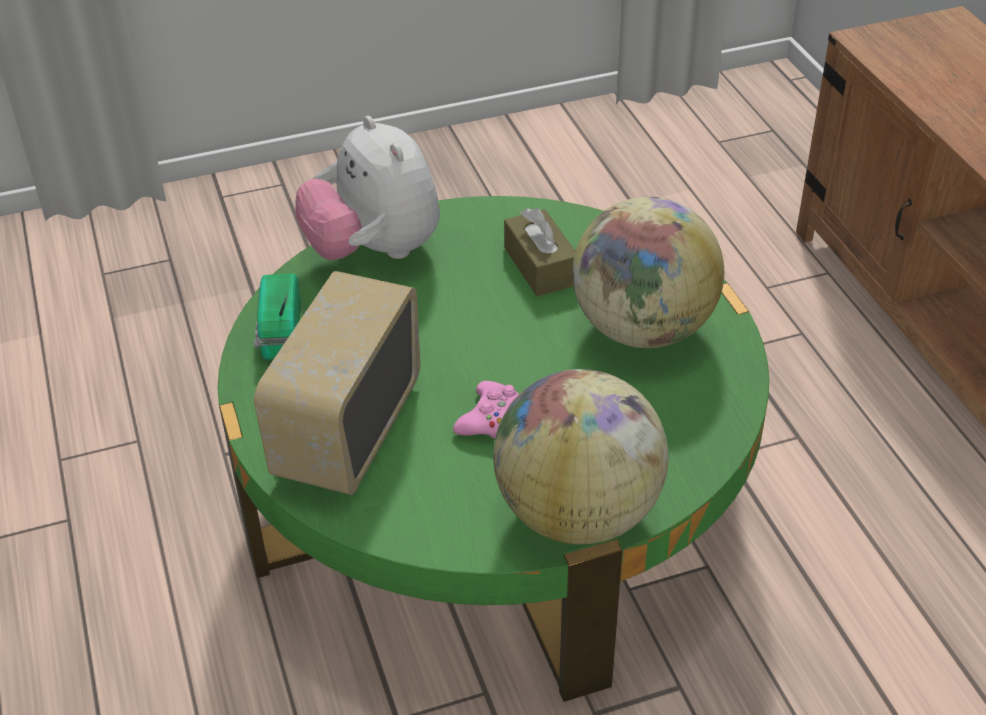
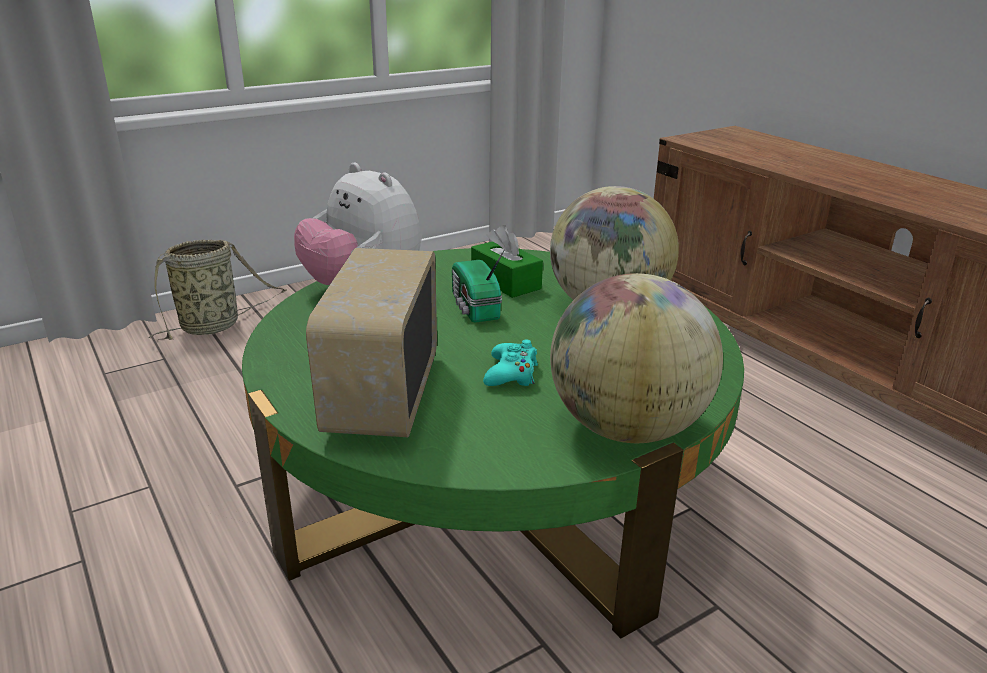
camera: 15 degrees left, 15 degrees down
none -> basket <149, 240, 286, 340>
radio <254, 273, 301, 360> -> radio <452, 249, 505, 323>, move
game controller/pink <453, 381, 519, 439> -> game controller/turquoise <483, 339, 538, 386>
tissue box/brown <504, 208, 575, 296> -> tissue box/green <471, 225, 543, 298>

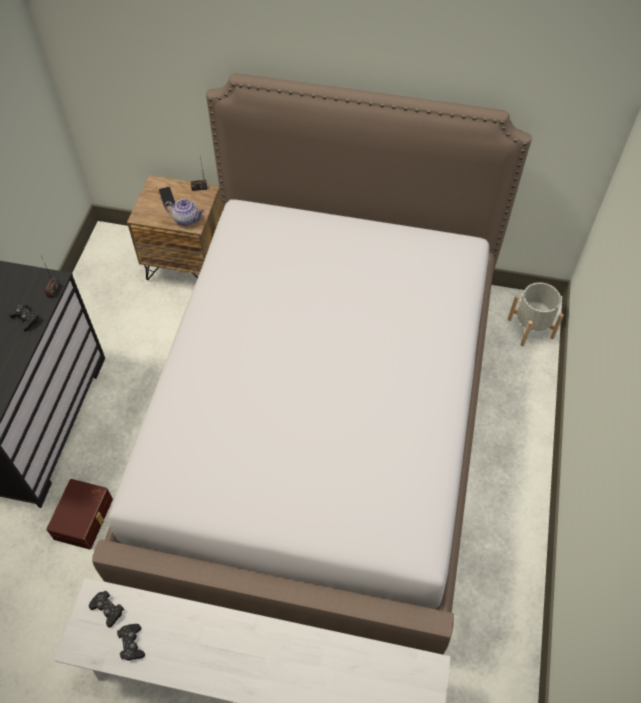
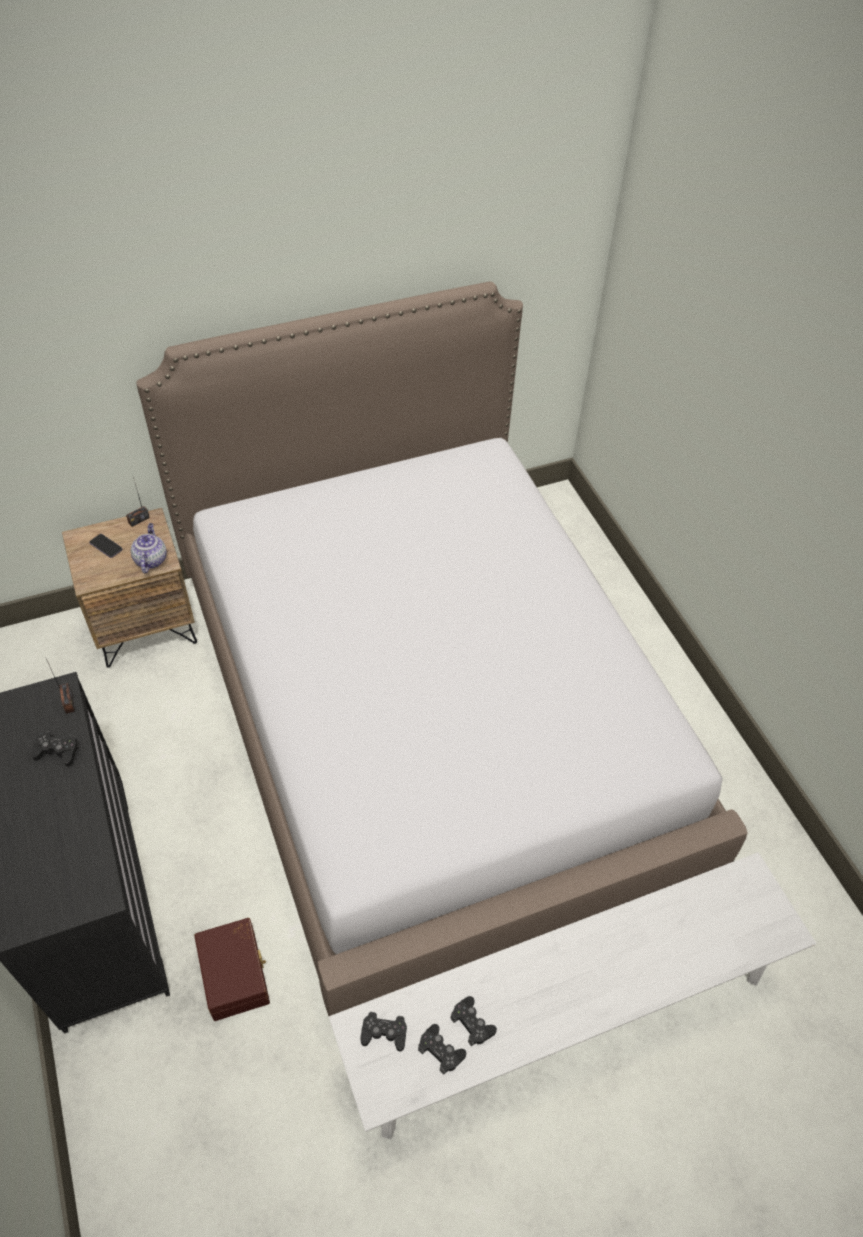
camera: 35 degrees left, 5 degrees down
planter/grey <508, 282, 564, 346> -> none
none -> game controller/black <450, 996, 497, 1047>
teapot <164, 199, 204, 226> -> teapot <130, 523, 167, 573>, 75 degrees counterclockwise

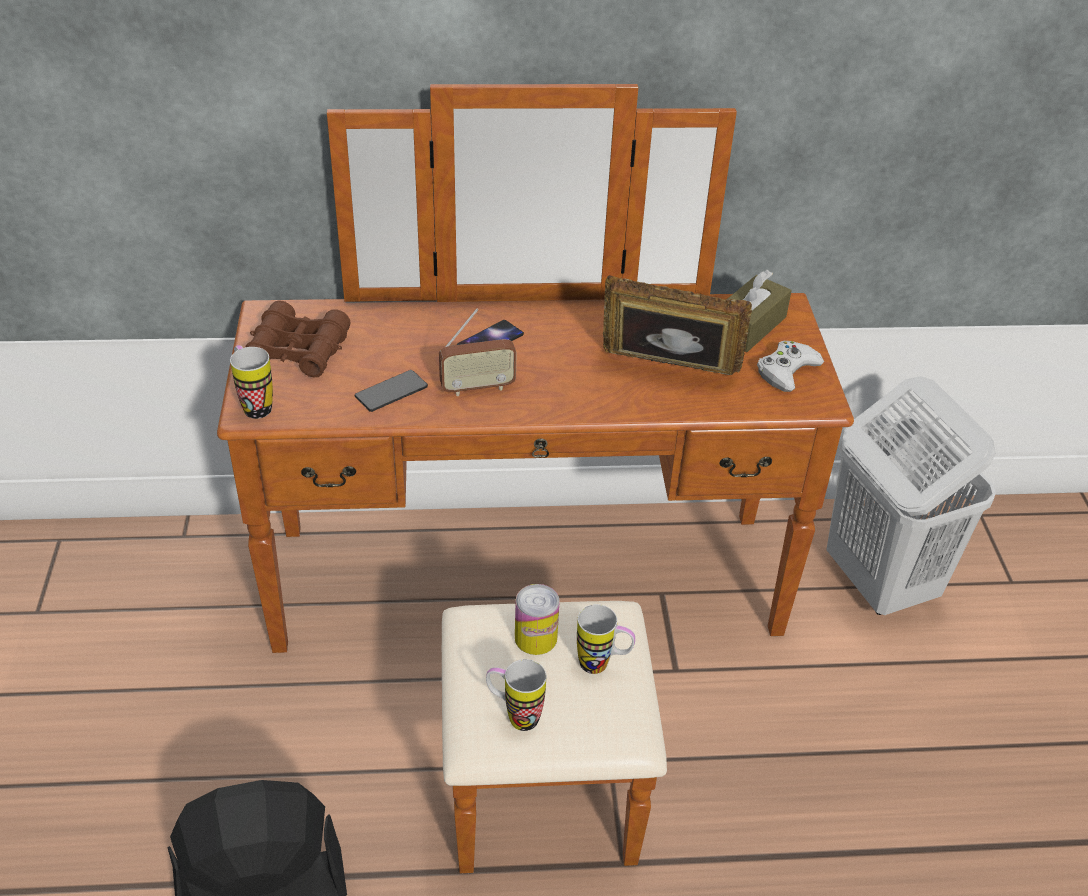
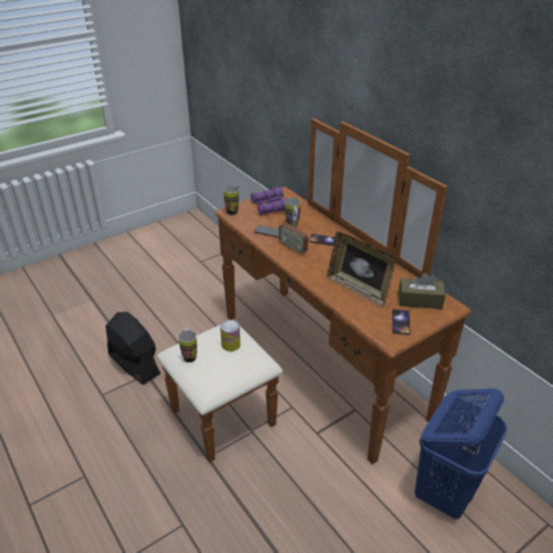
camera: 60 degrees right, 5 degrees down
mug <577, 604, 635, 674> -> mug <285, 198, 301, 227>, move
game controller/white <757, 341, 824, 392> -> phone <392, 309, 410, 335>
binoculars/brown <246, 301, 351, 377> -> binoculars/purple <251, 187, 288, 215>
laundry basket/white <826, 376, 996, 615> -> laundry basket/blue <415, 388, 507, 519>
picture frame <603, 275, 752, 375> -> picture frame <327, 232, 395, 308>, 150 degrees clockwise

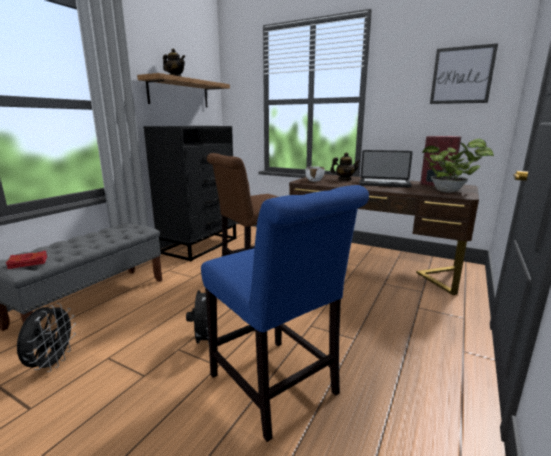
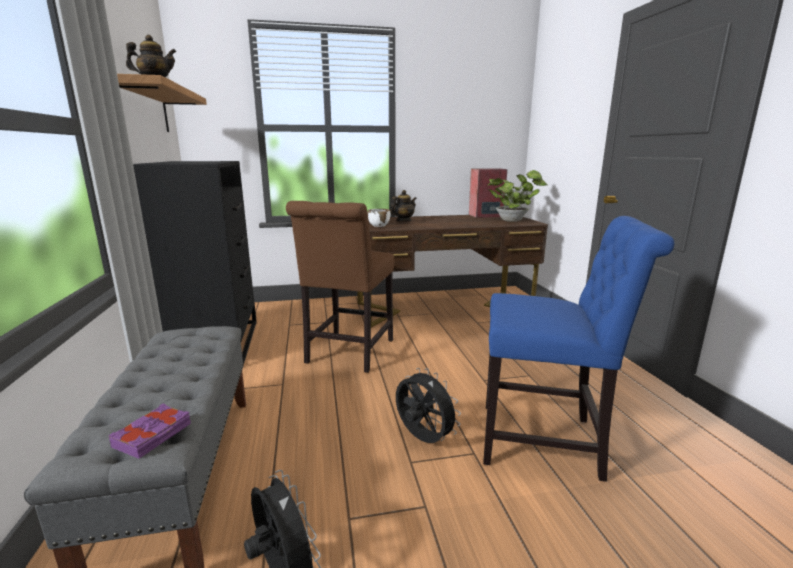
camera: 40 degrees left, 0 degrees up
laptop <359, 150, 413, 188> -> none
picture <430, 43, 498, 104> -> none
book/red <6, 251, 47, 269> -> book/purple <108, 404, 191, 459>

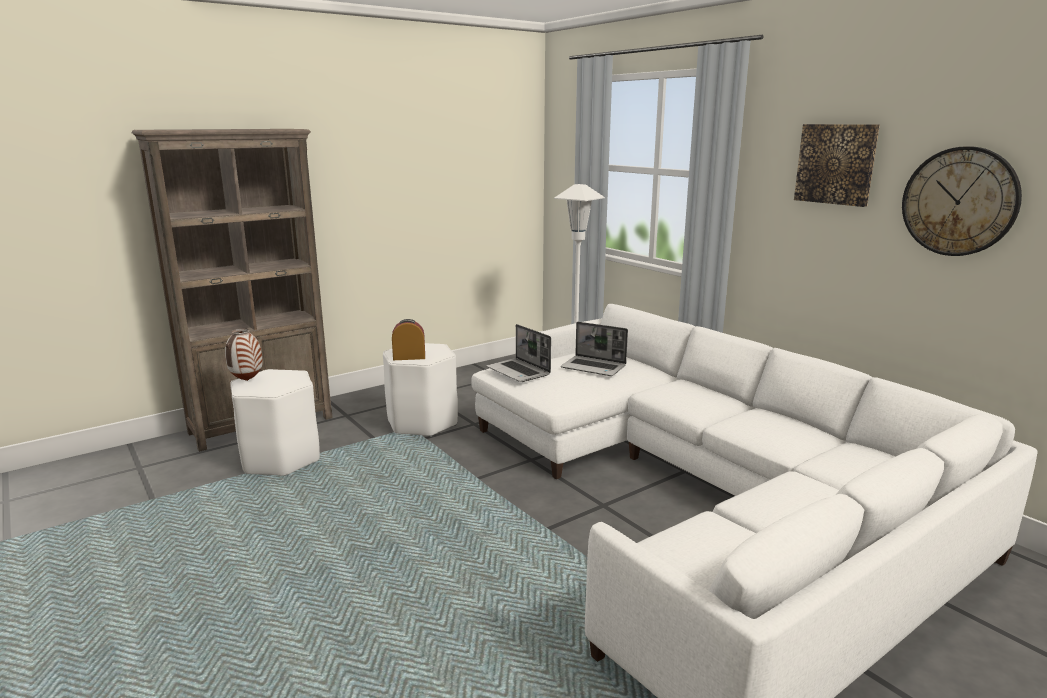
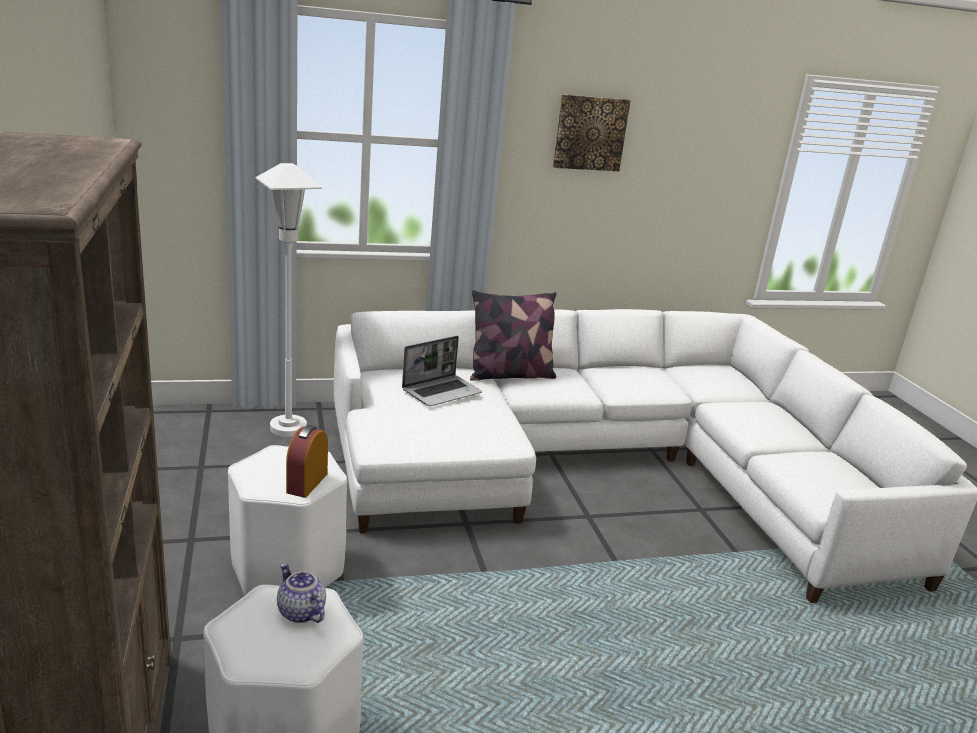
camera: 70 degrees left, 5 degrees up
vase <225, 329, 263, 381> -> none
laptop <487, 324, 551, 382> -> none
wall clock <902, 146, 1022, 256> -> none
none -> teapot <277, 563, 326, 623>
none -> pillow <470, 290, 556, 381>

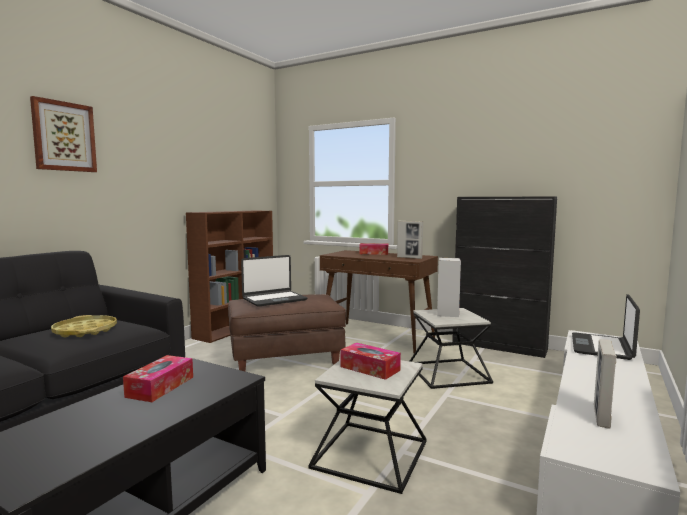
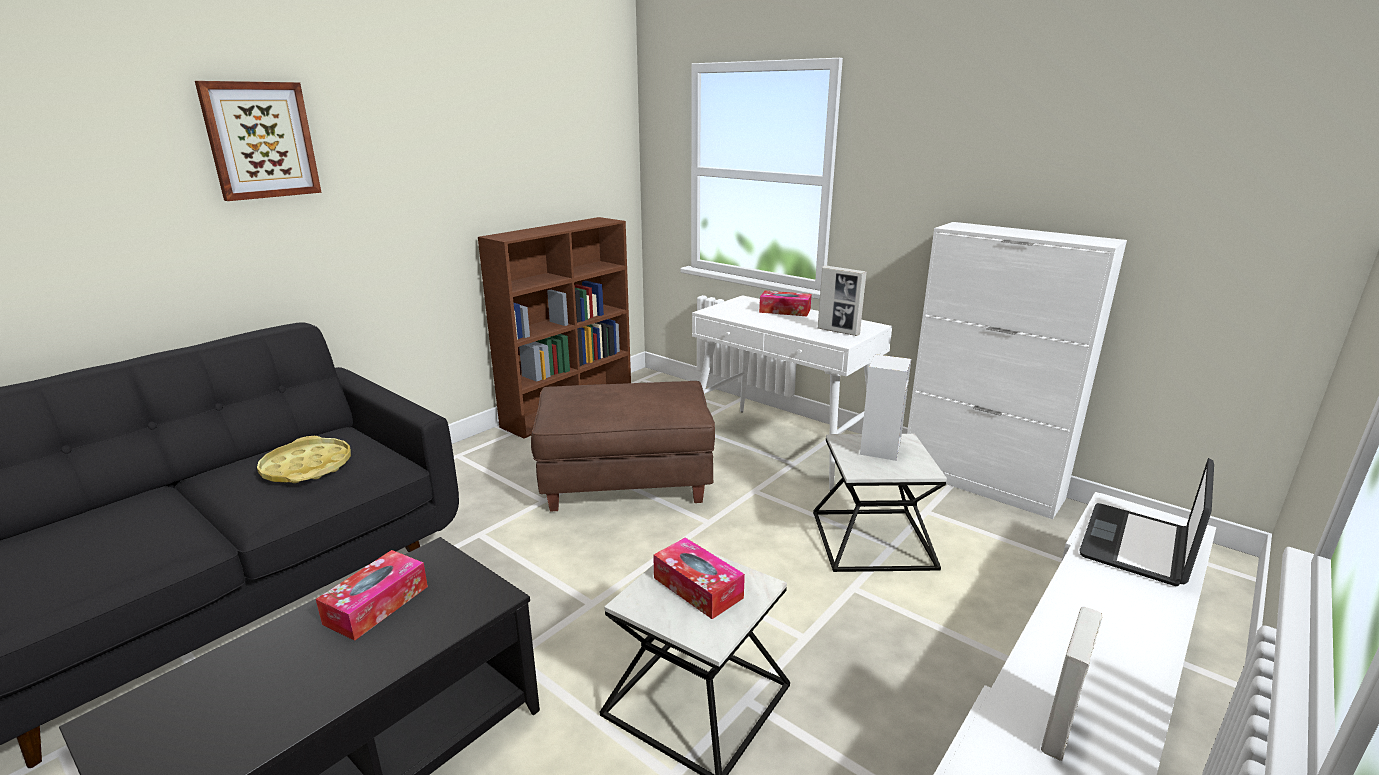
camera: 10 degrees right, 15 degrees up
laptop <241, 255, 307, 307> -> none
console table/brown <320, 250, 438, 353> -> console table/white <692, 295, 892, 490>
cabinet/black <452, 196, 557, 358> -> cabinet/white <907, 222, 1127, 519>

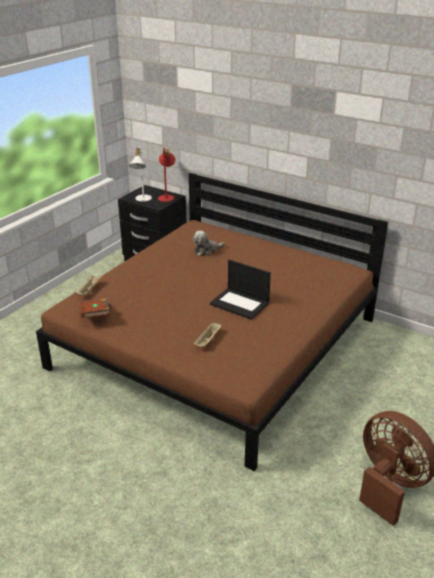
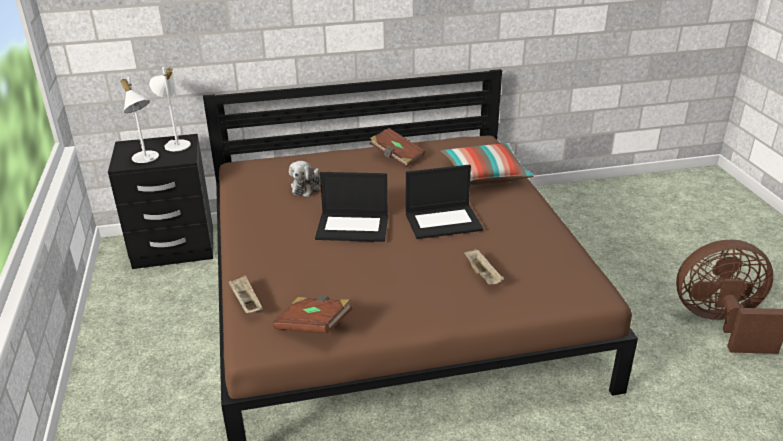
camera: 45 degrees left, 0 degrees up
none -> laptop <315, 172, 388, 242>
none -> book/brown <369, 128, 425, 168>
none -> pillow <440, 143, 534, 185>
table lamp/red <158, 148, 175, 202> -> table lamp/white <149, 67, 191, 151>

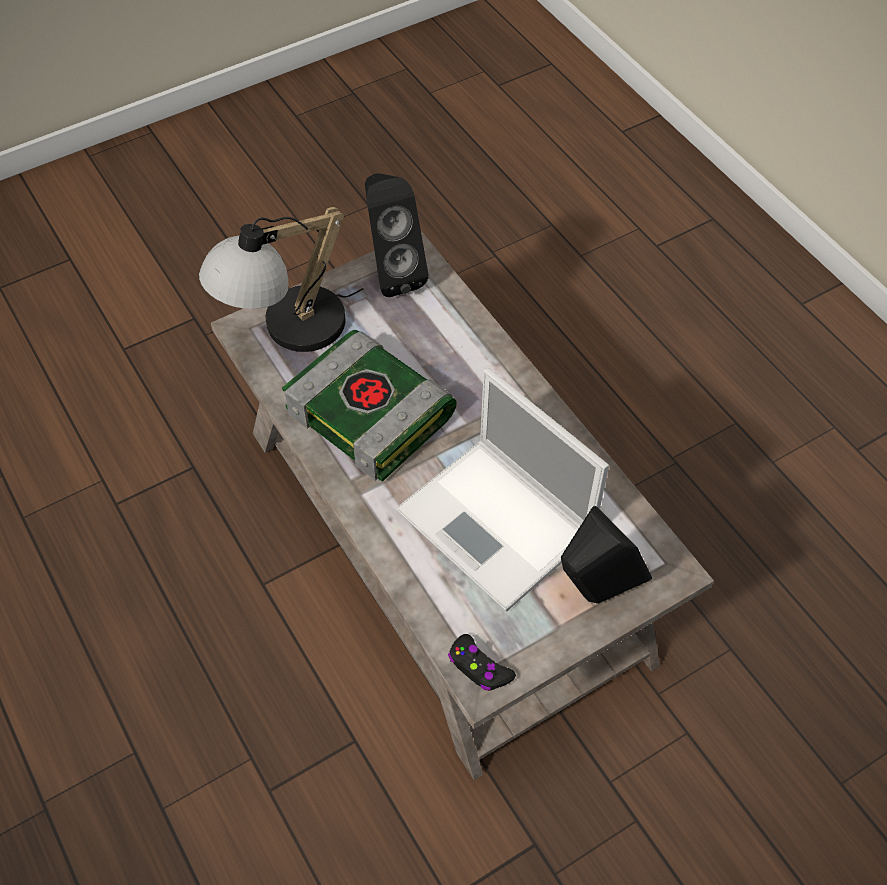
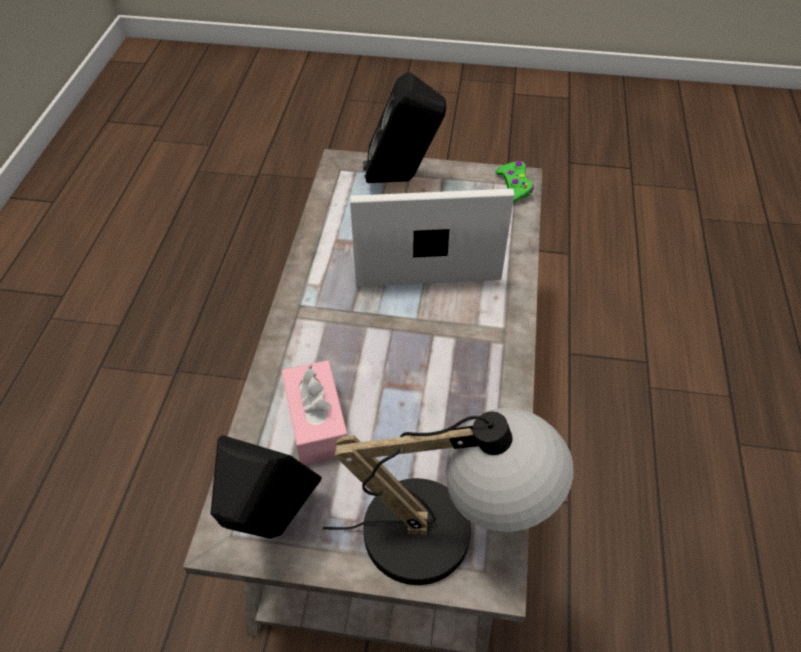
camera: 140 degrees left, 5 degrees down
book <282, 330, 457, 482> -> none
none -> tissue box/pink <282, 360, 348, 465>
game controller/black <448, 634, 516, 691> -> game controller/green <495, 161, 534, 203>
laptop <396, 368, 609, 611> -> laptop <350, 189, 514, 287>, 90 degrees counterclockwise

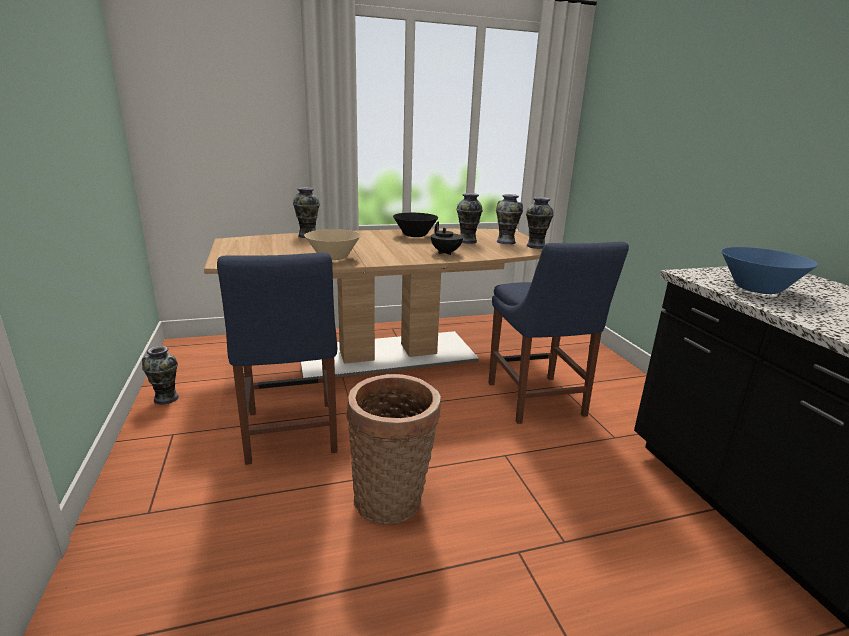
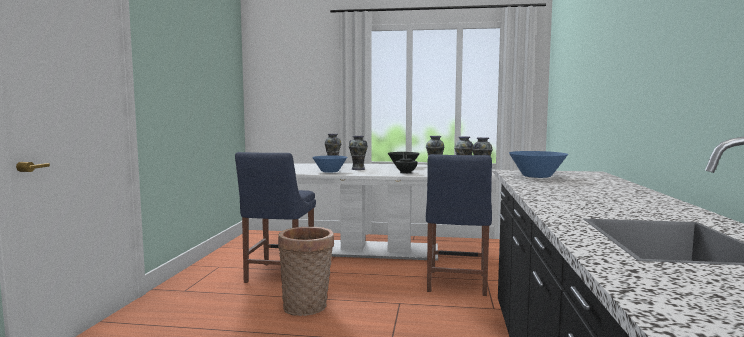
camera: 25 degrees right, 15 degrees down
vase <142, 346, 179, 405> -> vase <349, 136, 368, 170>, move
dining table/brown <204, 229, 542, 378> -> dining table/white <294, 163, 497, 261>
bowl/beige <304, 229, 361, 260> -> bowl/blue <312, 156, 347, 173>

